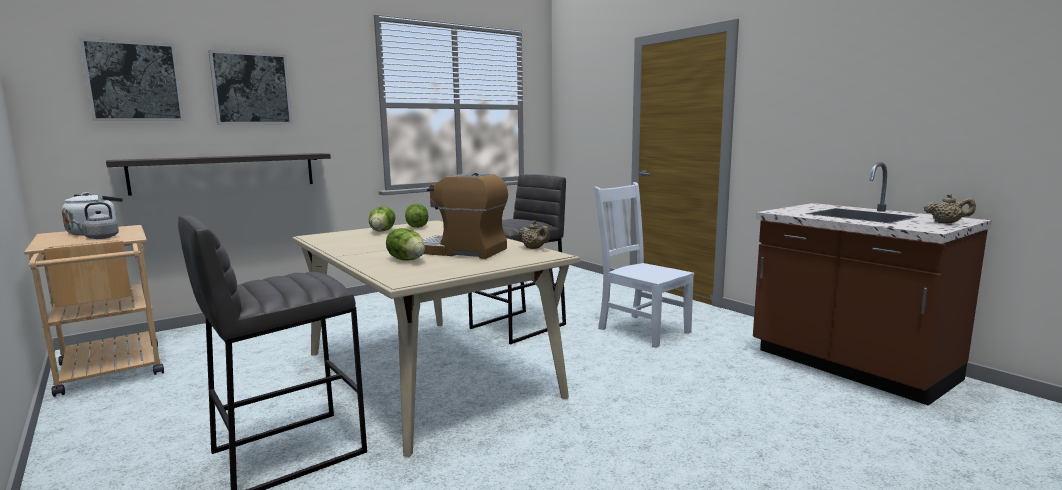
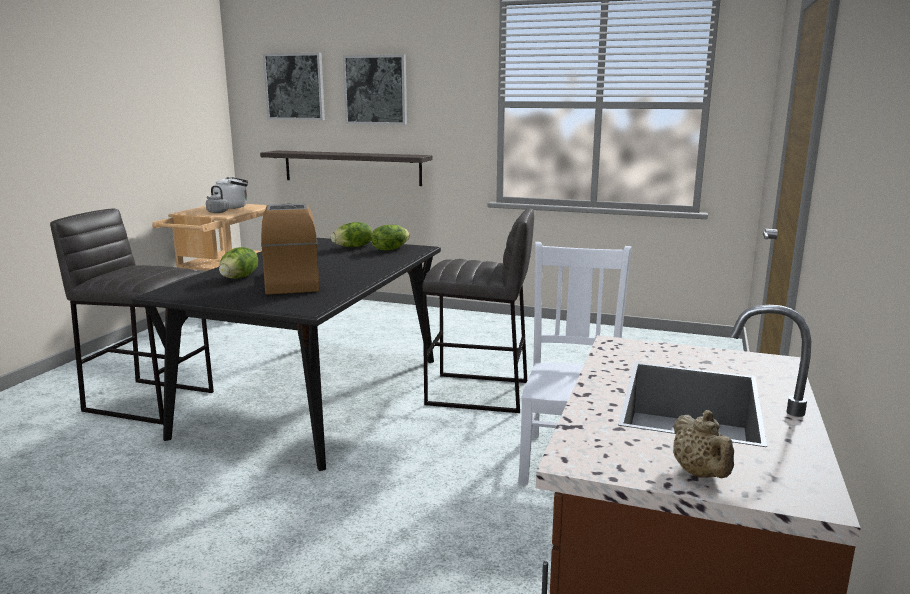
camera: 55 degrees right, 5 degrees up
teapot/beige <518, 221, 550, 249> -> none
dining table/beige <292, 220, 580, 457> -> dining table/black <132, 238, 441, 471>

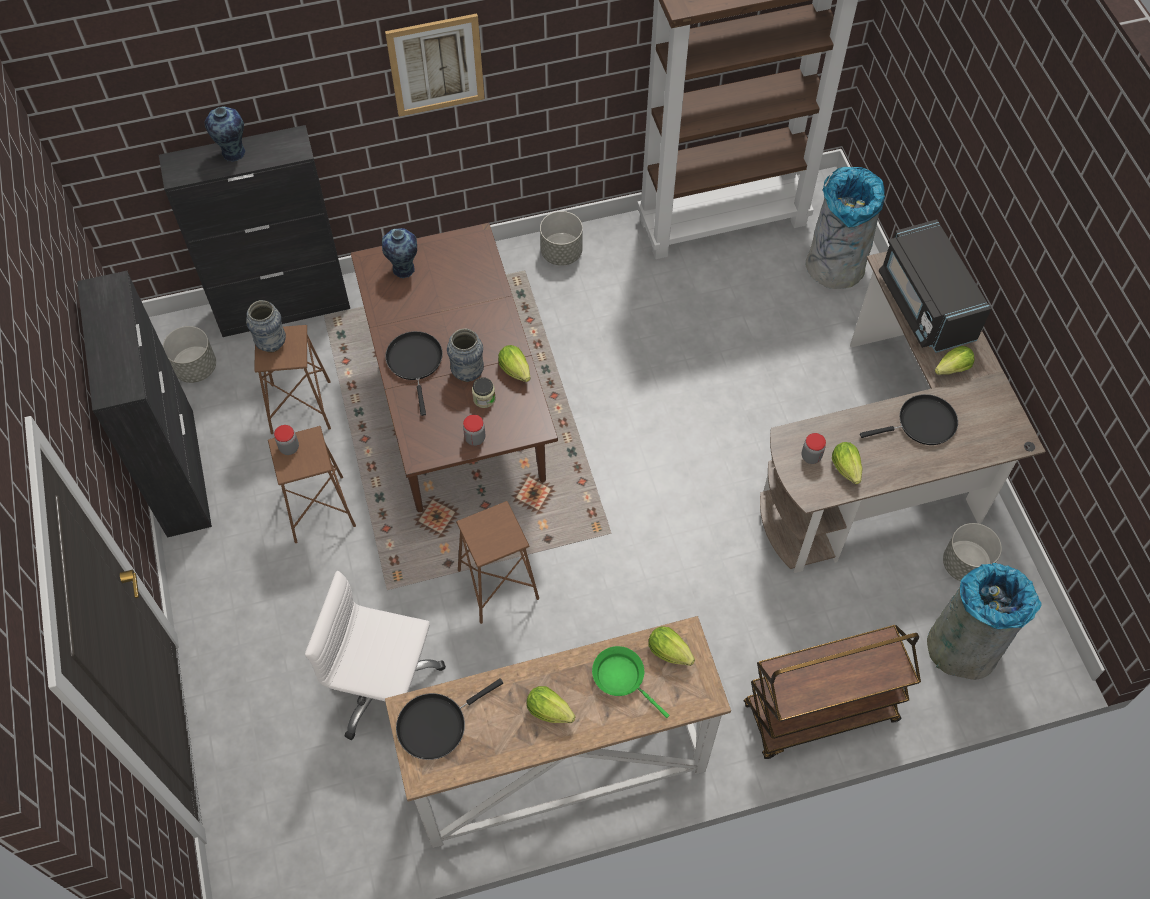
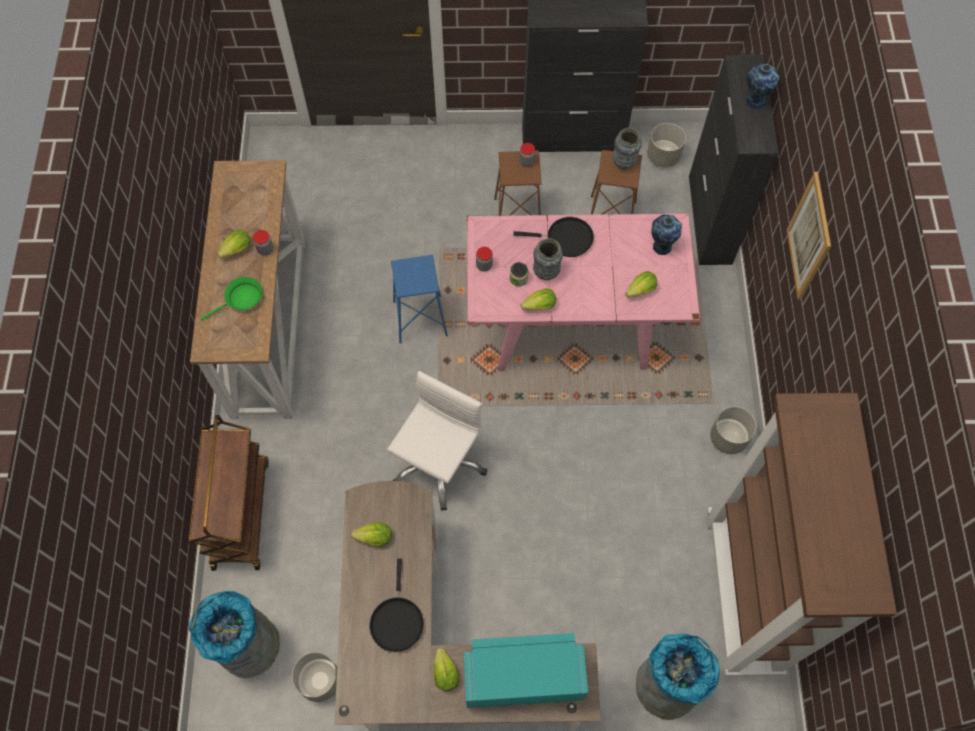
camera: 105 degrees right, 5 degrees up
frying pan/black <396, 678, 503, 760> -> none
office chair/white <305, 571, 446, 740> -> office chair/white <387, 371, 487, 511>, move
lettuce <648, 626, 695, 666> -> lettuce <625, 271, 657, 298>, move
jar <802, 433, 826, 464> -> jar <253, 230, 273, 256>, move
dining table/brown <351, 223, 558, 512> -> dining table/pink <467, 214, 700, 372>
stool/brown <456, 501, 539, 624> -> stool/blue <391, 255, 448, 343>
microwave/black <879, 219, 991, 353> -> microwave/turquoise <463, 633, 588, 708>

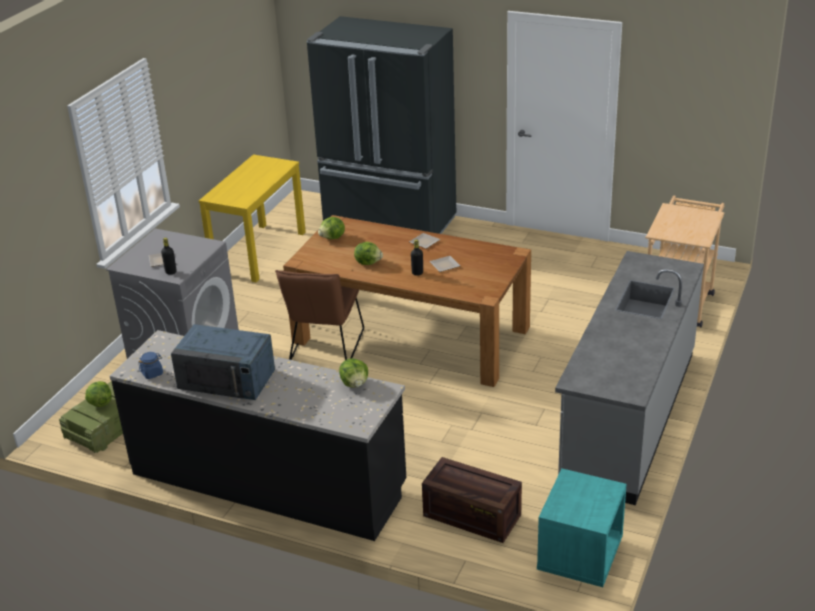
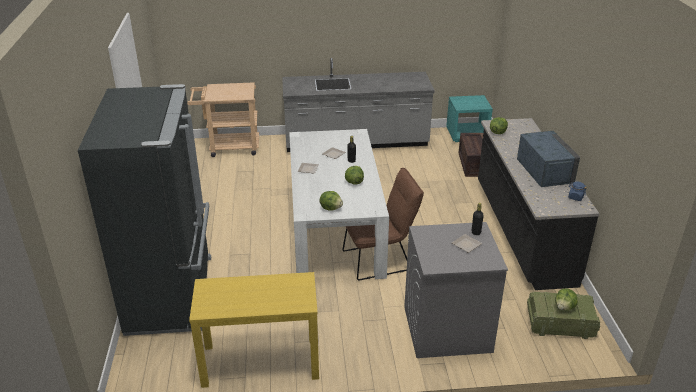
camera: 120 degrees left, 0 degrees up
dining table/brown <283, 215, 531, 387> -> dining table/white <289, 129, 389, 279>

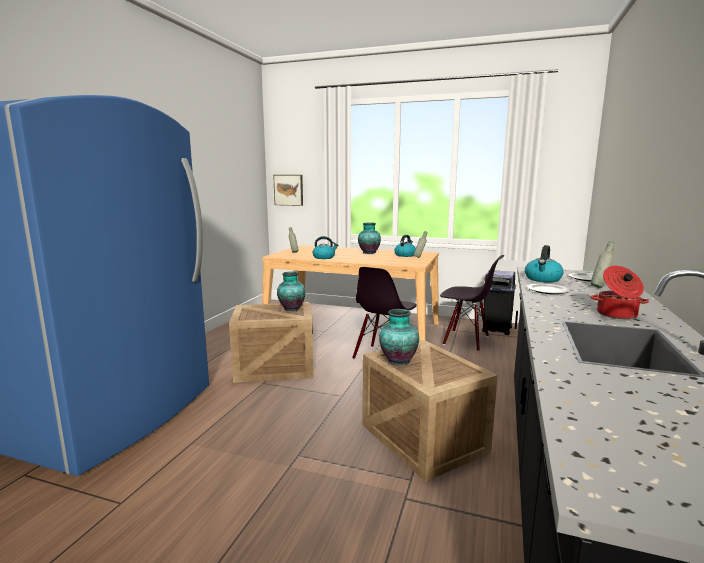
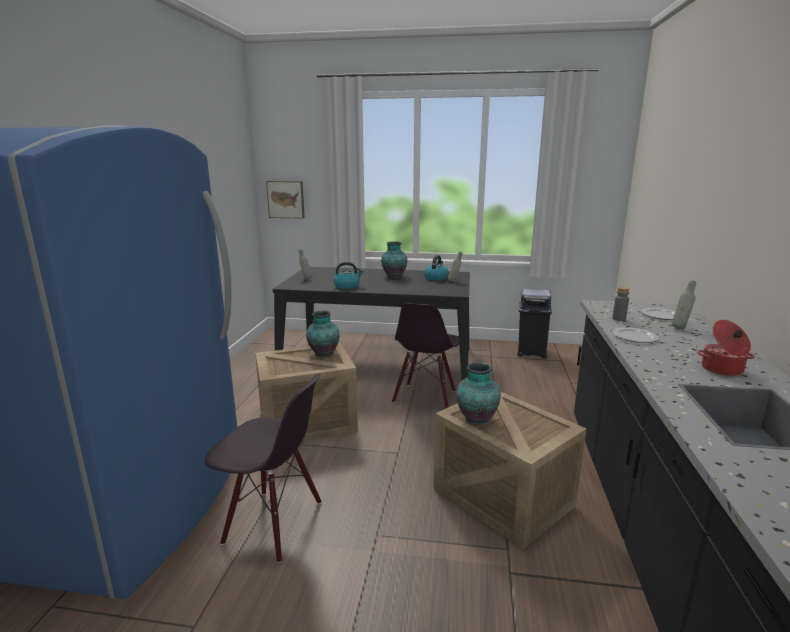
camera: 10 degrees left, 5 degrees up
chair/black <440, 255, 504, 351> -> chair/black <205, 373, 322, 563>, move
kettle <525, 245, 564, 282> -> bottle/grey <612, 287, 629, 321>
dining table/beige <262, 245, 439, 341> -> dining table/black <273, 267, 470, 380>

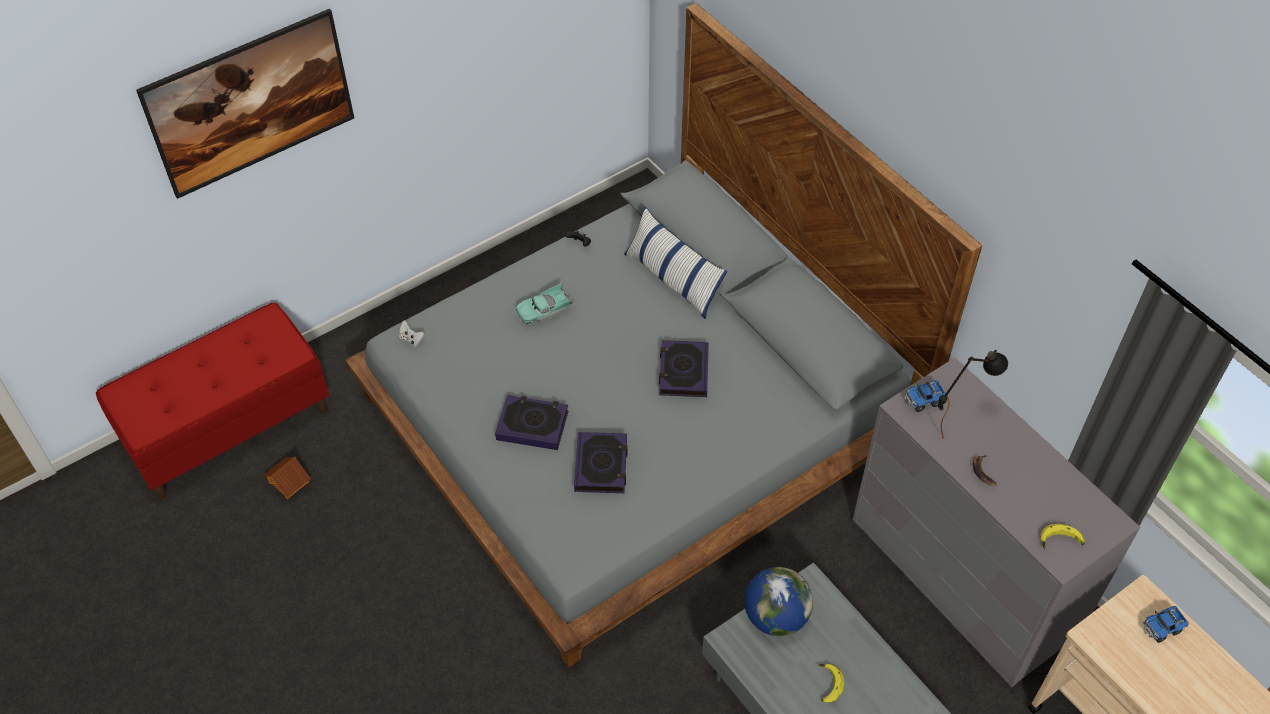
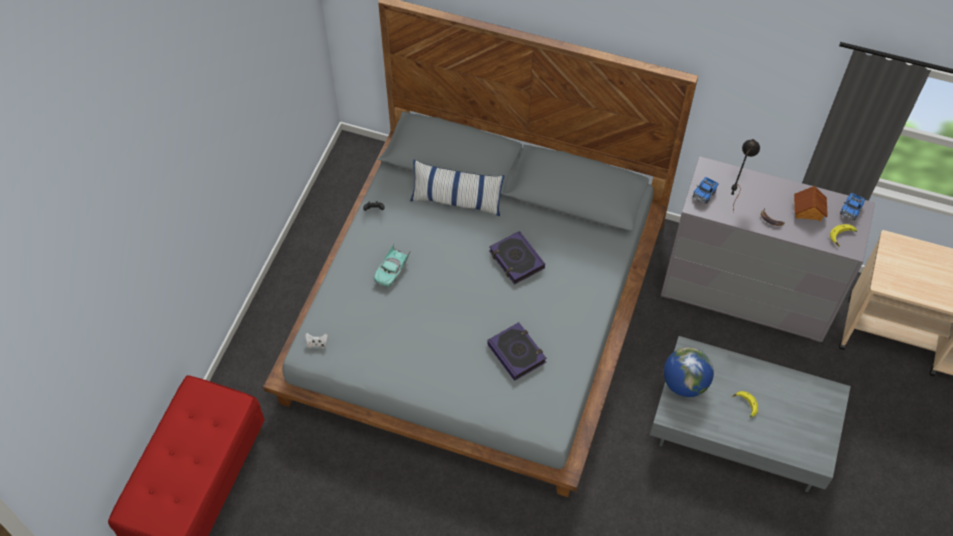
camera: 35 degrees left, 5 degrees up
picture <136, 9, 354, 199> -> none
book <495, 395, 569, 450> -> none
toy house <264, 457, 311, 499> -> toy house <794, 186, 828, 221>, move
toy truck <1144, 606, 1189, 643> -> toy truck <840, 193, 865, 220>, move

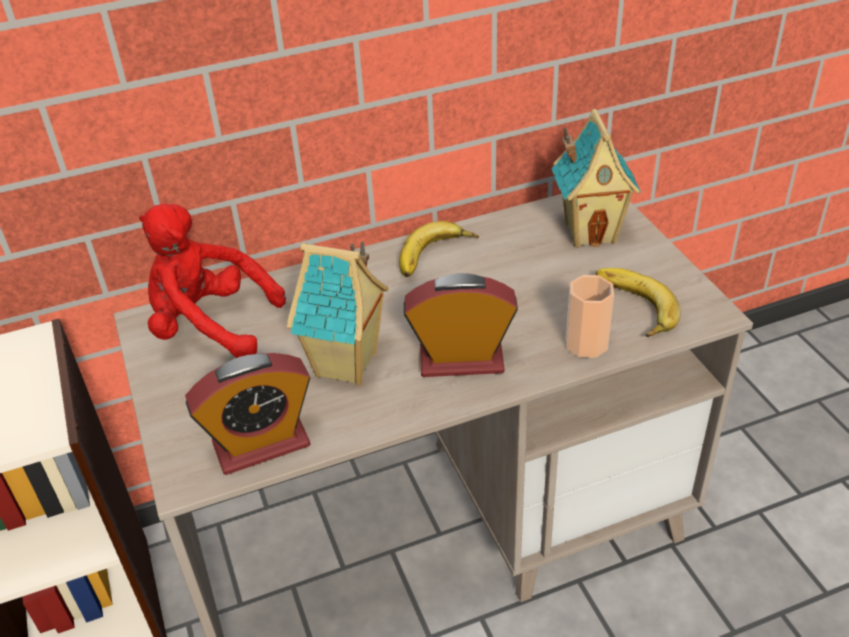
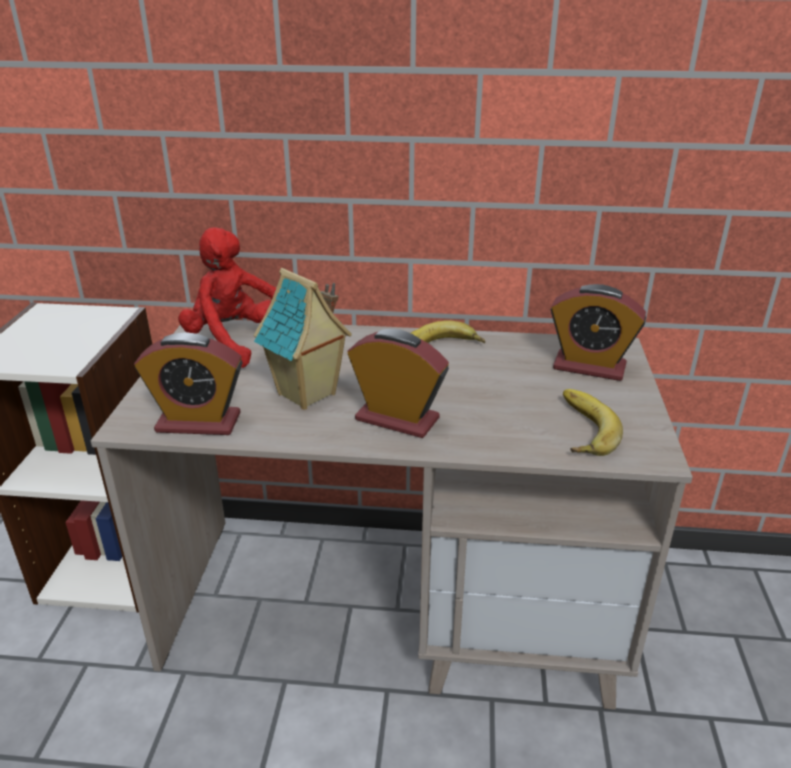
camera: 25 degrees right, 10 degrees down
cup <566, 275, 614, 358> -> none
toy house <552, 109, 641, 247> -> alarm clock <550, 284, 646, 381>

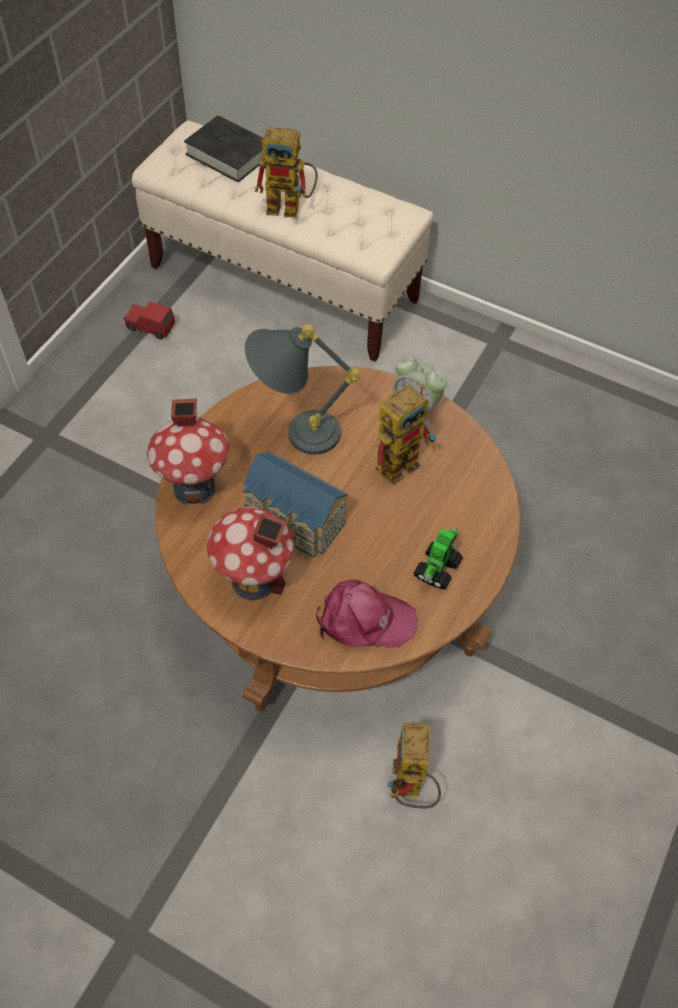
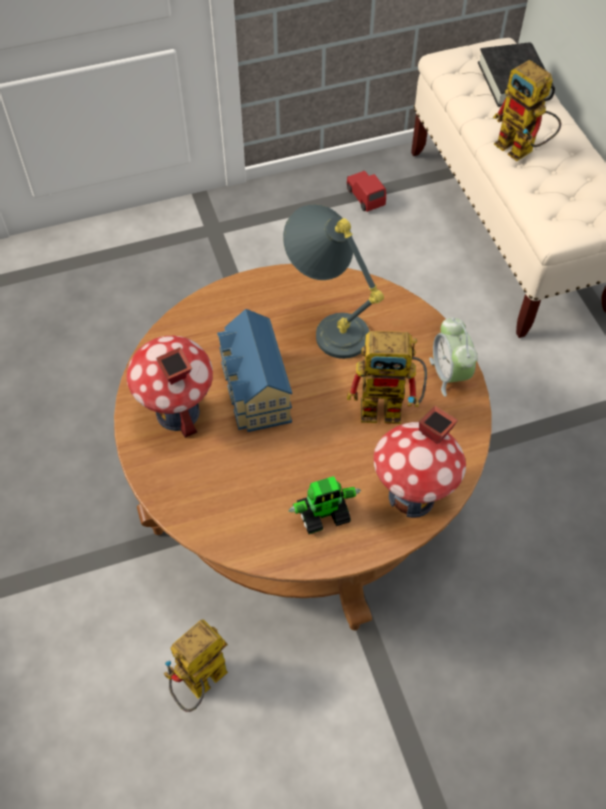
camera: 45 degrees right, 0 degrees up
cap/pink <316, 580, 417, 648> -> none
toy house <147, 399, 229, 505> -> toy house <373, 406, 466, 518>, move

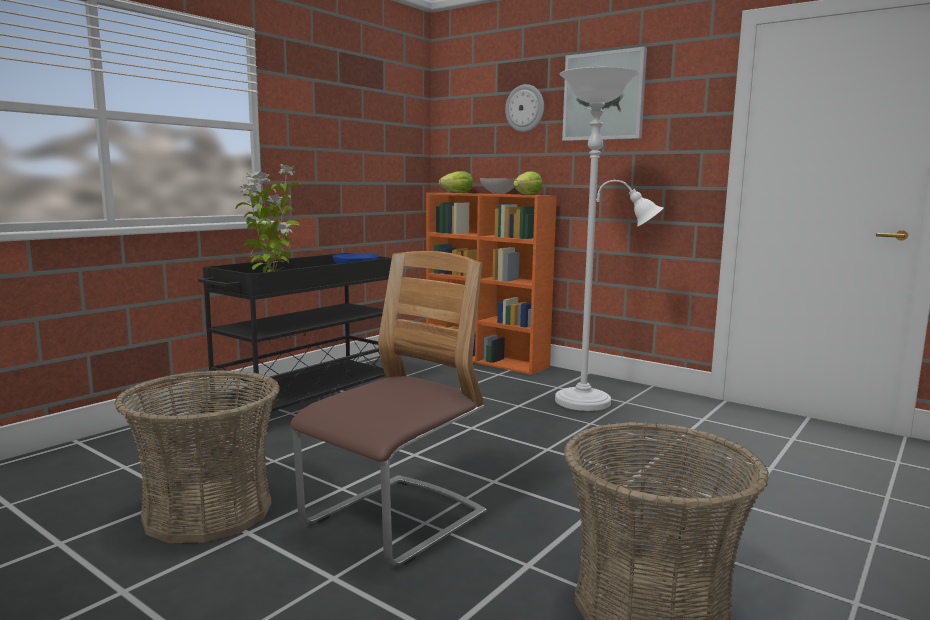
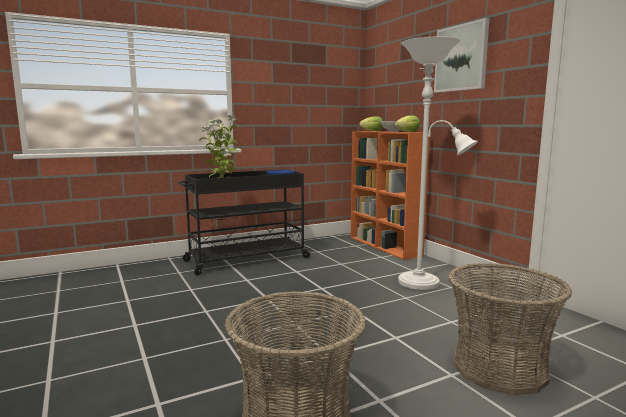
camera: 25 degrees right, 0 degrees up
chair <290, 251, 487, 566> -> none
wall clock <505, 84, 544, 132> -> none
basket <114, 370, 280, 543> -> basket <448, 263, 572, 395>, move

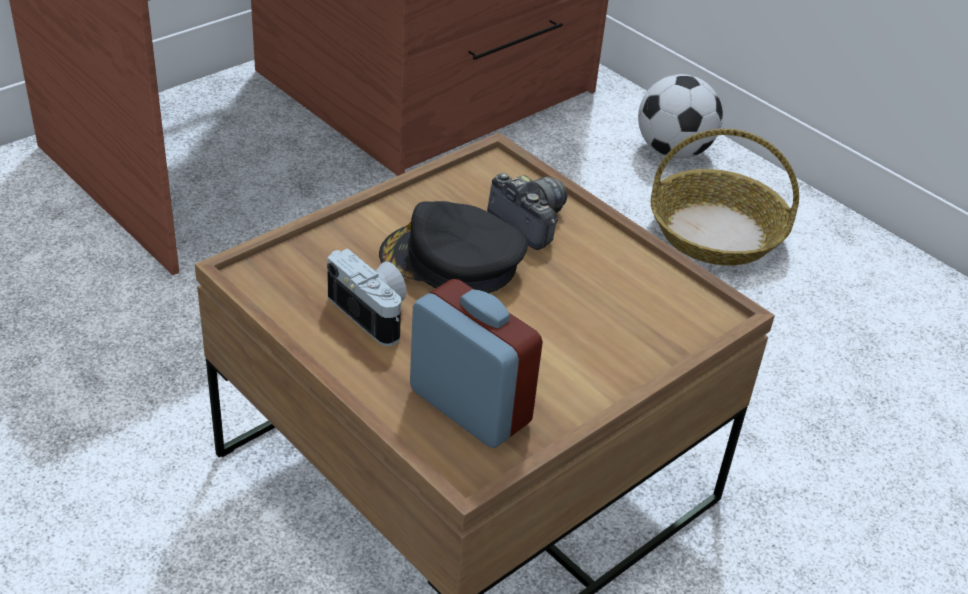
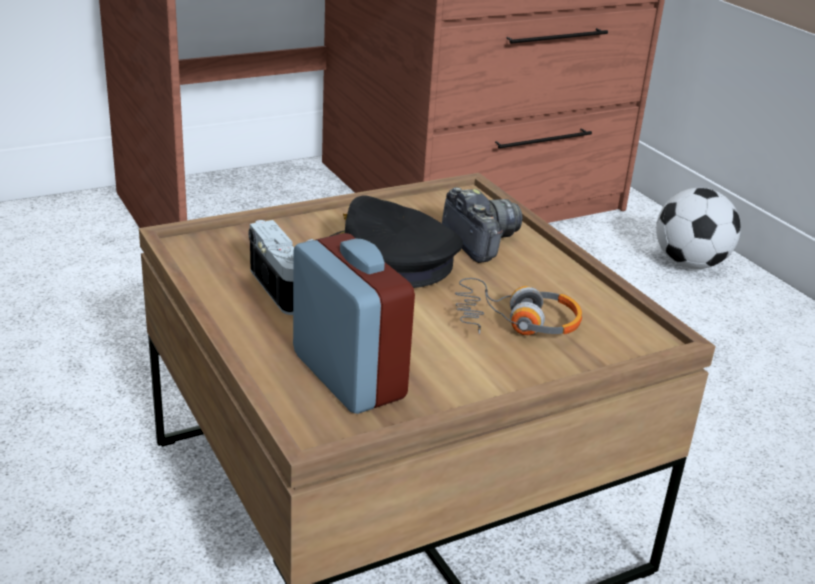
camera: 15 degrees right, 10 degrees down
basket <650, 129, 799, 266> -> none
none -> headphones <455, 278, 582, 335>

